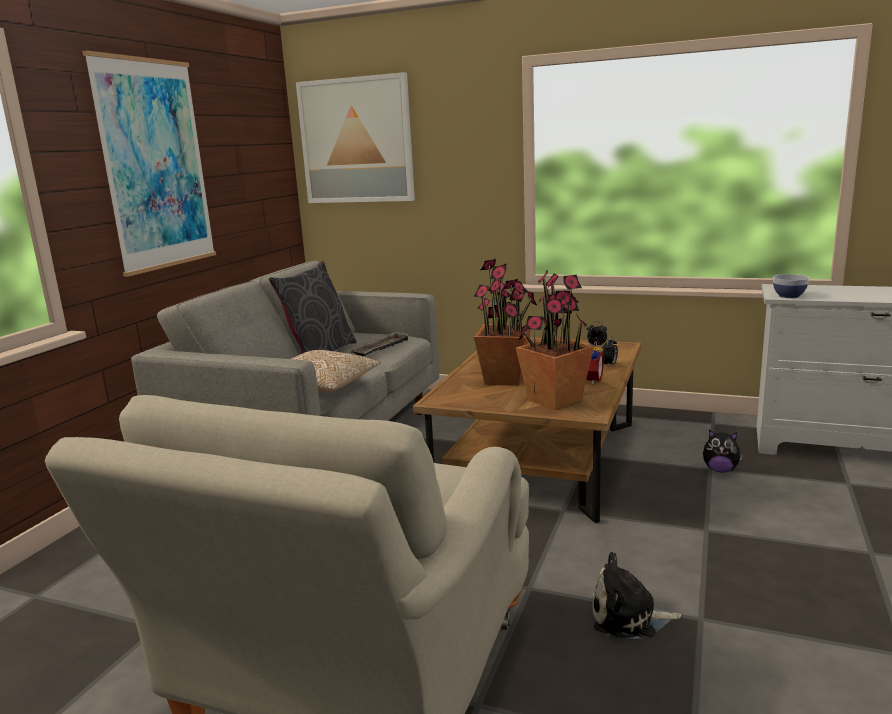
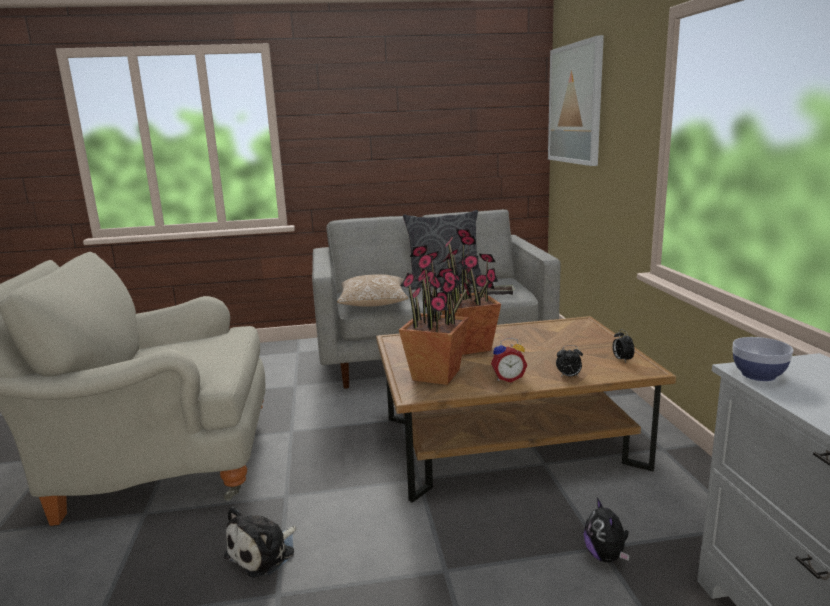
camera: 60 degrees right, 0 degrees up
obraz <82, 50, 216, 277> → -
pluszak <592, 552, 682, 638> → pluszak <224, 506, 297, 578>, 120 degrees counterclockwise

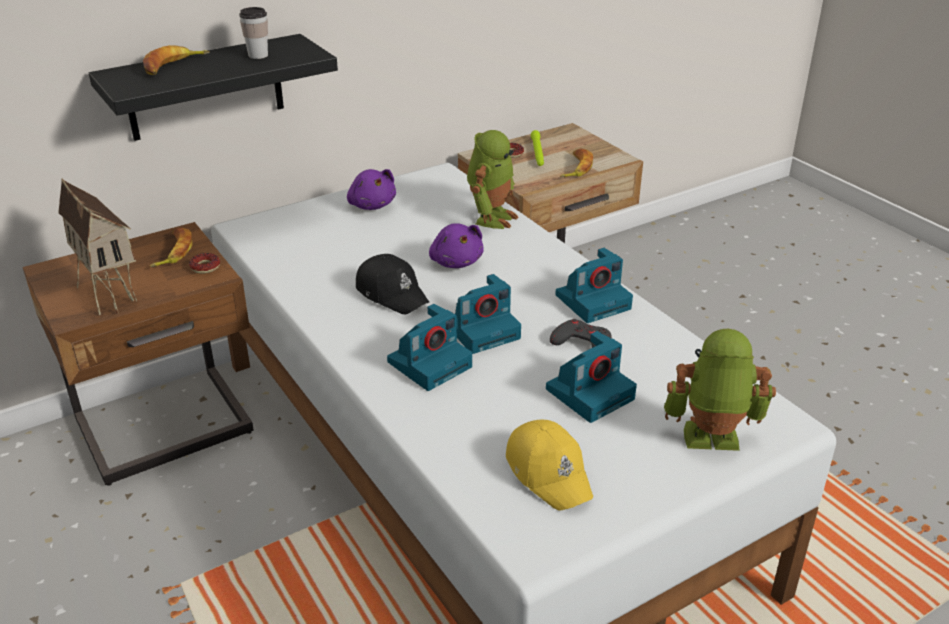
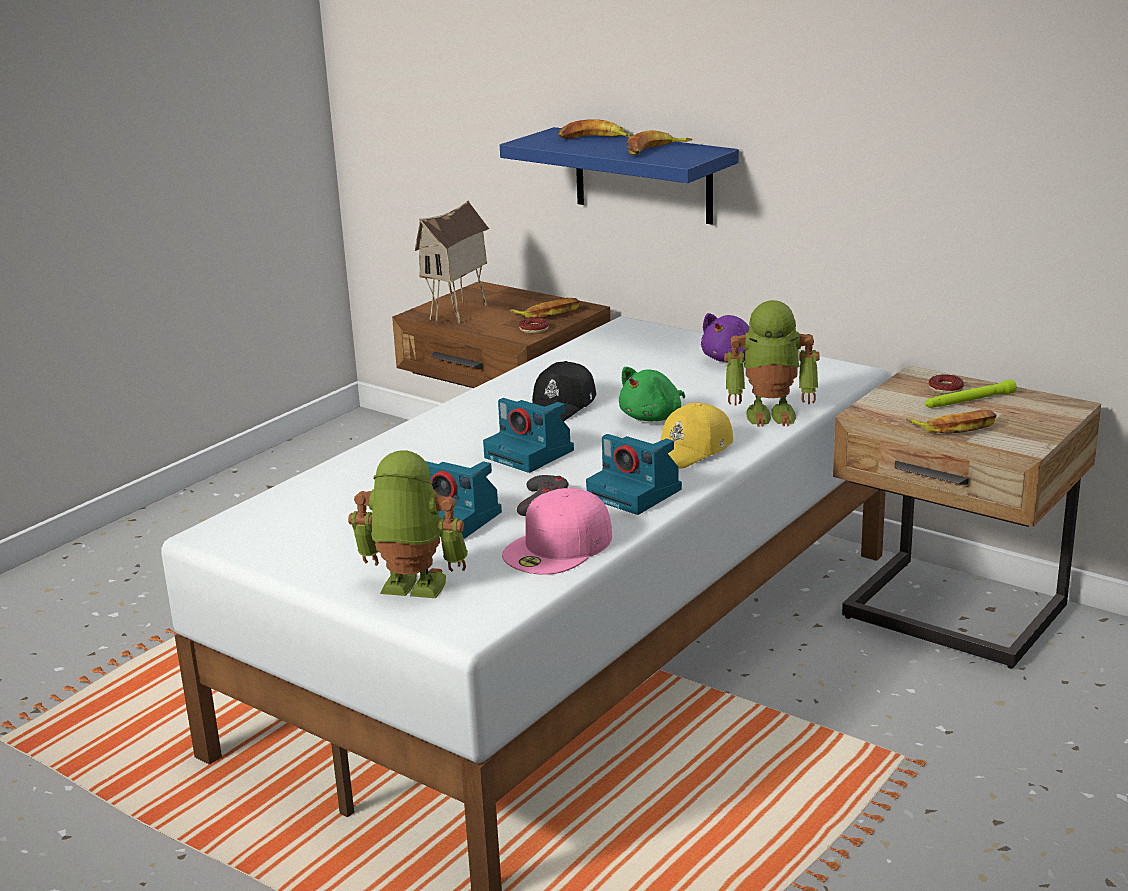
camera: 70 degrees right, 10 degrees down
filiżanka <239, 7, 268, 59> → banan <627, 130, 693, 155>
półka [czarny] <89, 34, 338, 141> → półka [niebieski] <500, 127, 739, 225>
pluszak [fioletowy] <429, 223, 484, 268> → pluszak [zielony] <619, 366, 685, 421>
aparat fotograficzny <387, 304, 472, 391> → -
robot zabawkowy <664, 329, 776, 451> → robot zabawkowy <348, 451, 468, 598>, 60 degrees counterclockwise
czapka z daszkiem [żółty] <506, 420, 593, 510> → czapka z daszkiem [żółty] <660, 403, 733, 469>, moved
- → czapka z daszkiem [różowy] <502, 488, 612, 575>

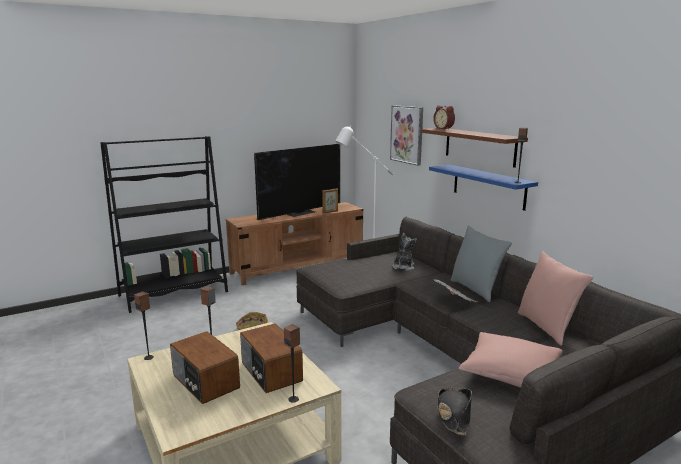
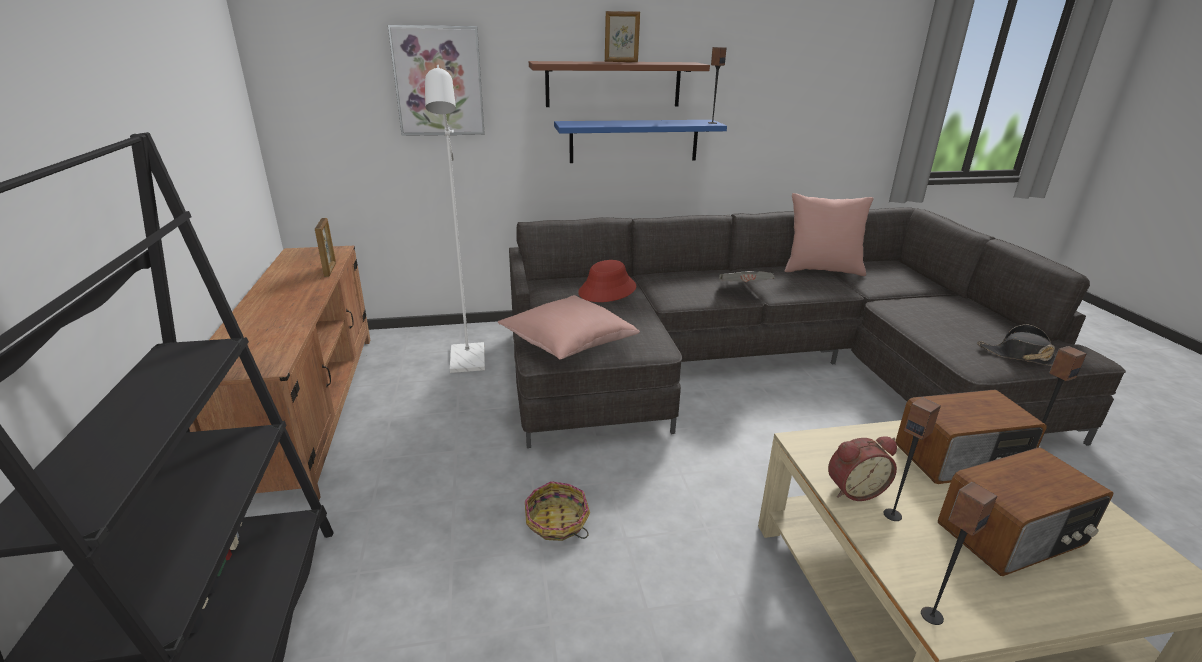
camera: 70 degrees left, 10 degrees up
budzik <433, 105, 455, 130> → budzik <828, 437, 897, 501>, moved
telewizor <254, 144, 340, 220> → -
poduszka [szary] <450, 225, 512, 302> → -
pluszak <393, 233, 417, 271> → kapelusz [czerwony] <578, 260, 636, 302>
poduszka [różowy] <459, 332, 563, 388> → poduszka [różowy] <498, 295, 640, 359>, moved
- → ramka na zdjęcie <605, 11, 640, 62>

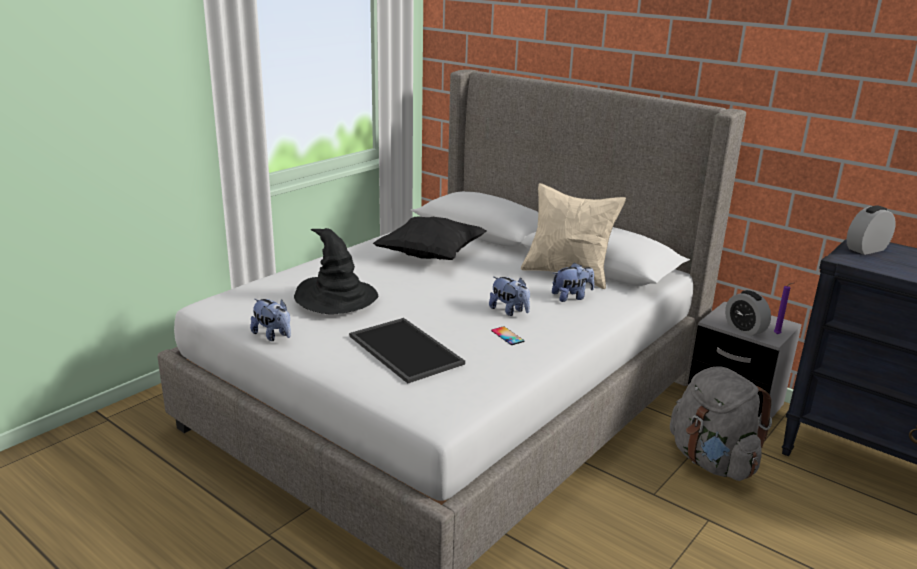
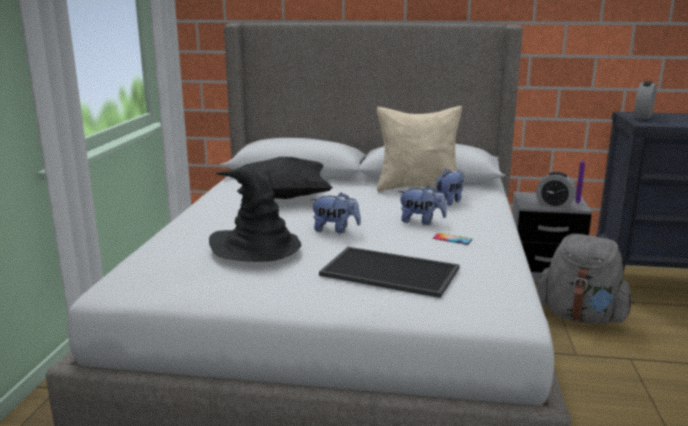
camera: 30 degrees left, 5 degrees down
pluszak <250, 299, 291, 341> → pluszak <310, 192, 361, 233>, moved

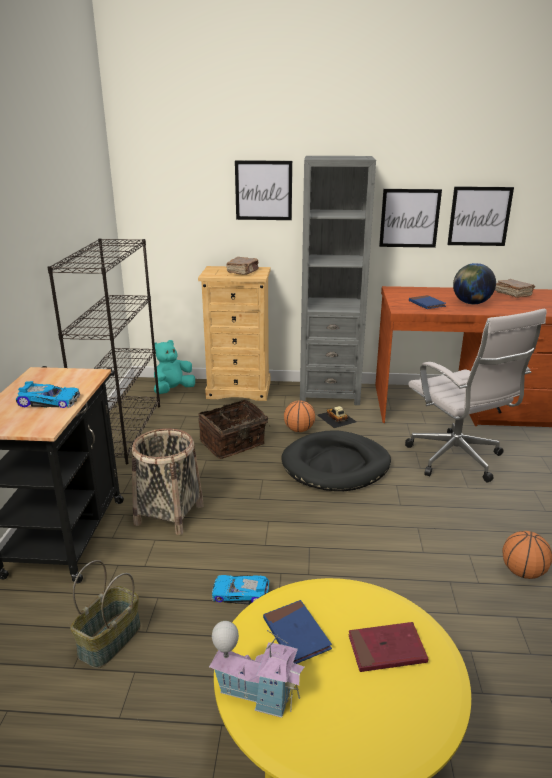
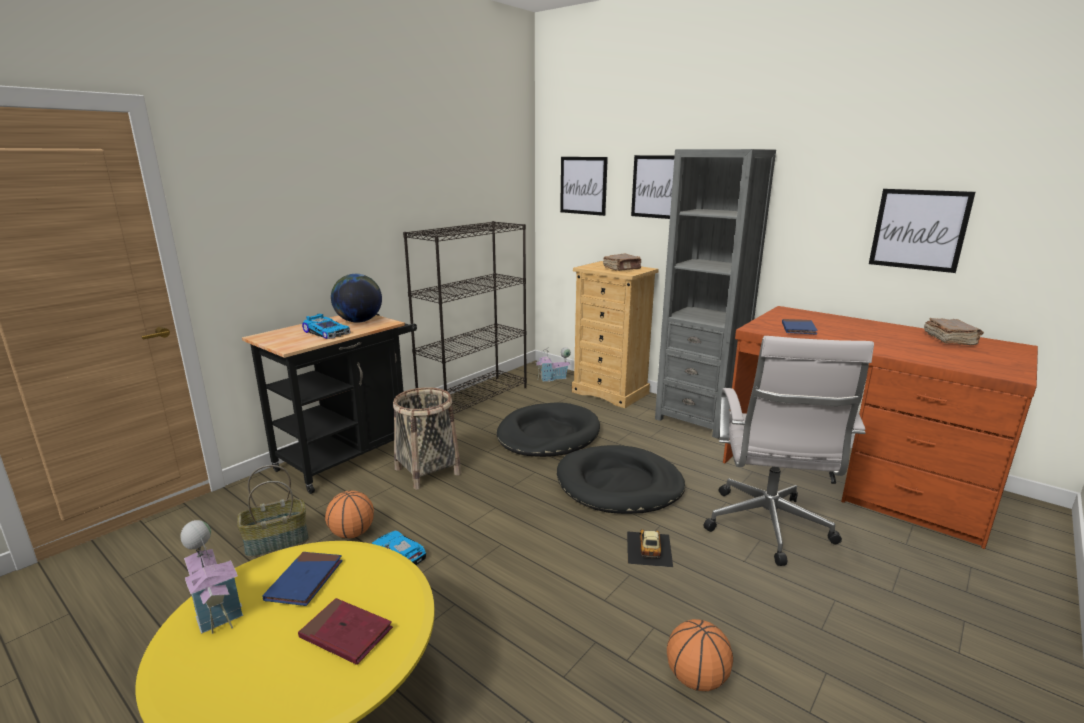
camera: 35 degrees right, 5 degrees down
obraz <379, 189, 442, 248> → obraz <560, 157, 608, 216>, moved
globus <453, 263, 496, 305> → globus <331, 274, 382, 323>, moved
pluszak [turkusowy] <154, 340, 195, 394> → domek <536, 346, 571, 382>
koszyk <198, 399, 271, 459> → legowisko [czarny] <497, 402, 600, 457>
piłka do koszykówki <284, 400, 315, 432> → piłka do koszykówki <325, 490, 374, 539>, moved
samochodzik <317, 406, 356, 428> → samochodzik <627, 529, 673, 567>, moved

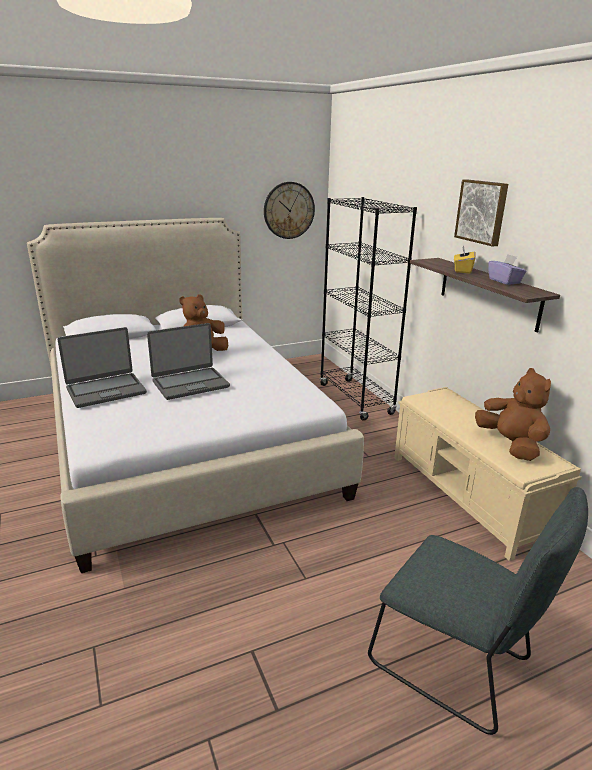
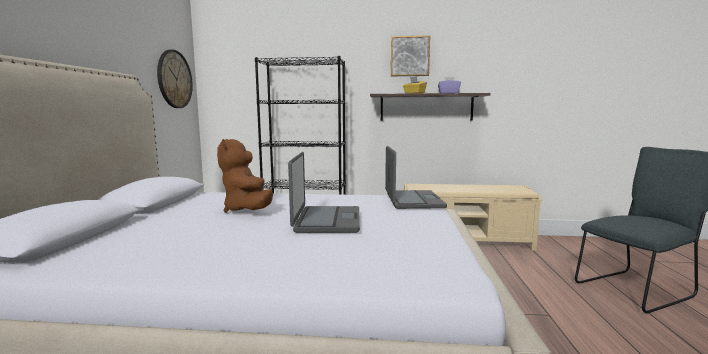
camera: 60 degrees left, 15 degrees down
laptop <58, 327, 147, 408> → laptop <385, 146, 447, 209>, moved
pluszak [brązowy] <475, 368, 551, 461> → -

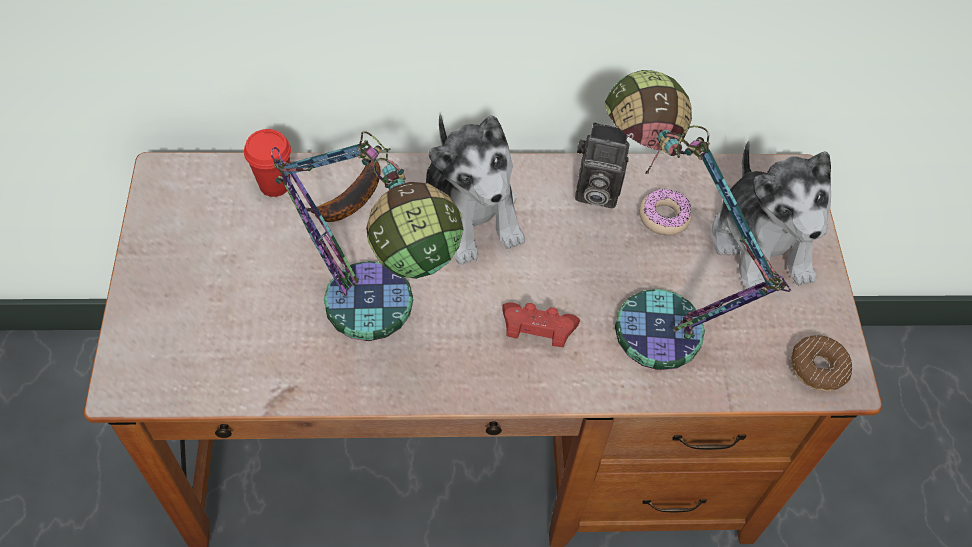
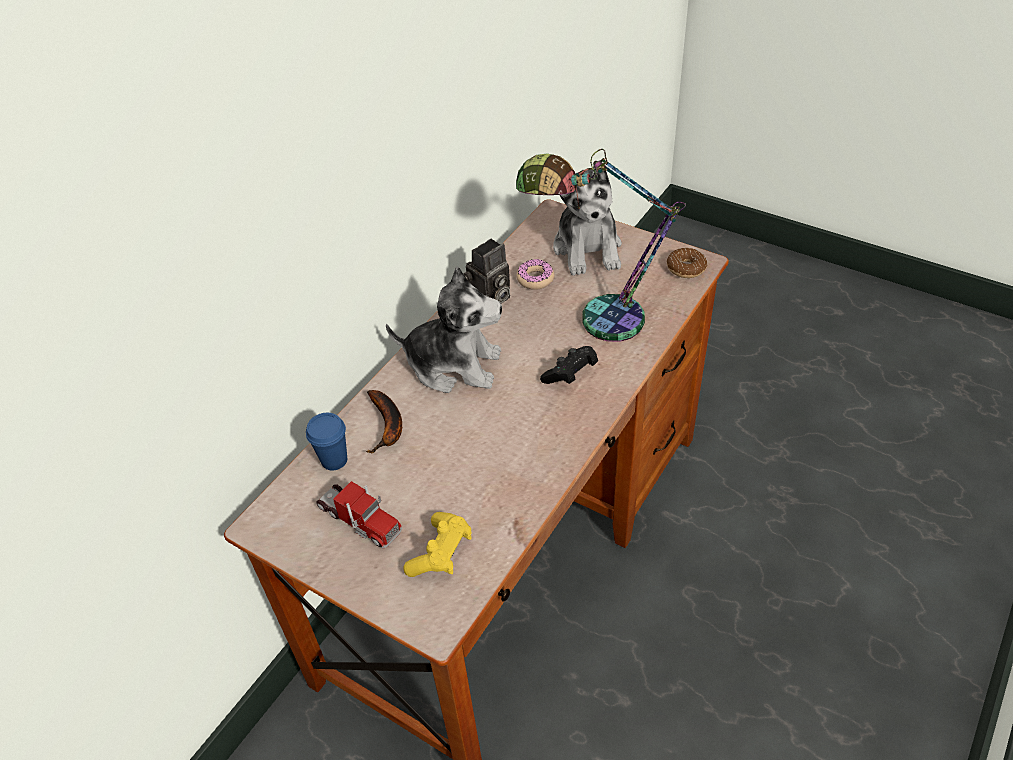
camera: 50 degrees left, 10 degrees down
filiżanka [czerwony] <244, 129, 291, 197> → filiżanka [niebieski] <306, 413, 347, 470>
lampa stołowa <271, 131, 463, 341> → -
pluszak <712, 141, 831, 292> → pluszak <553, 160, 622, 276>, 60 degrees clockwise
pad do gier [czerwony] <502, 302, 580, 347> → pad do gier [czarny] <540, 346, 598, 384>
- → ciężarówka zabawkowa <316, 481, 402, 549>
- → pad do gier [żółty] <403, 512, 471, 577>

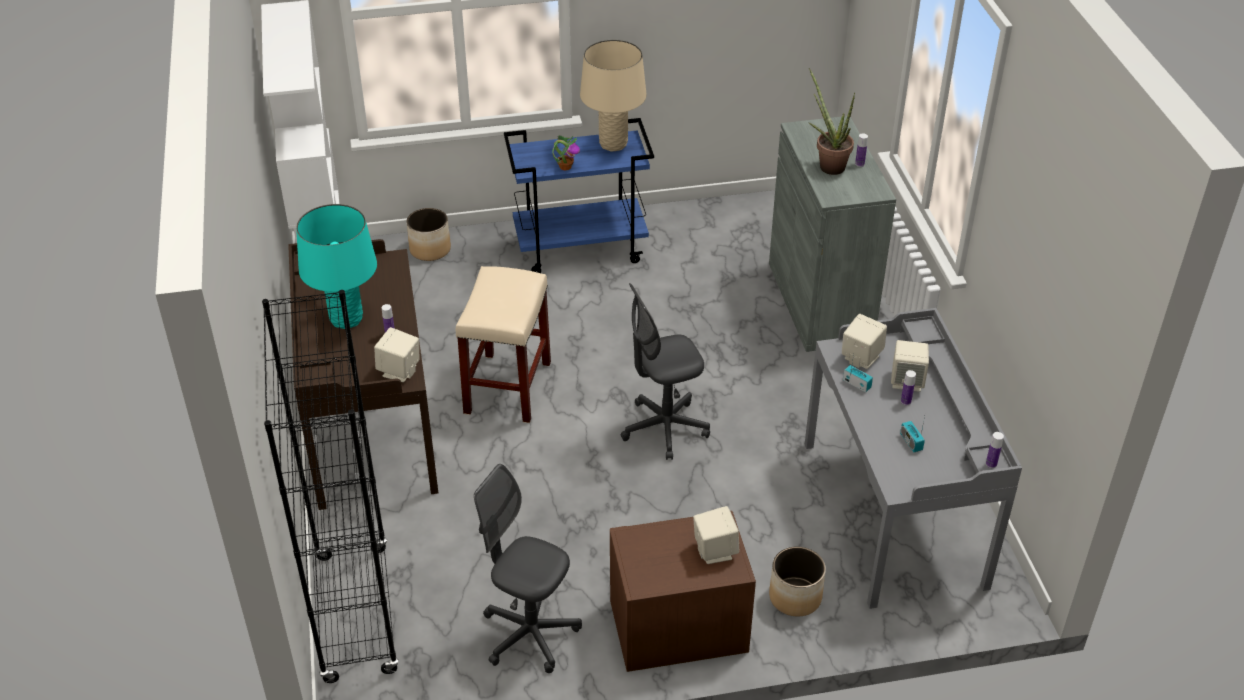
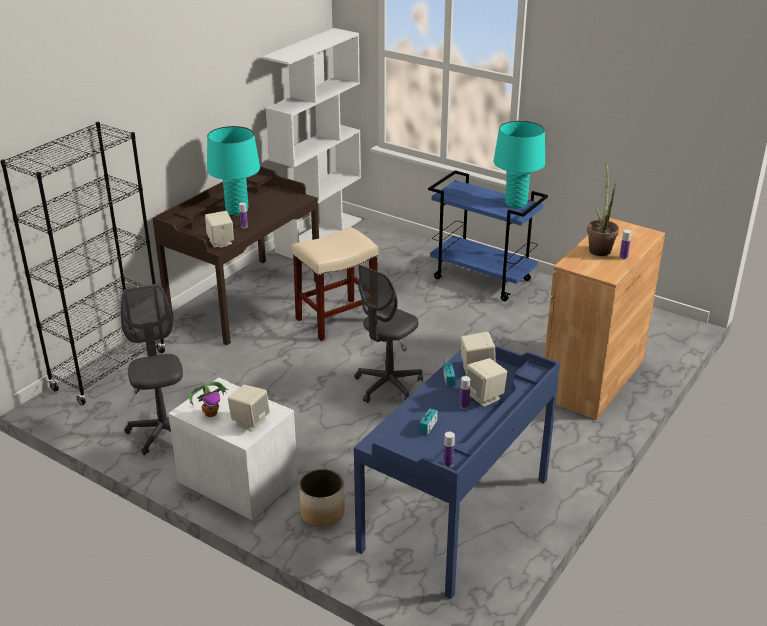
camera: 45 degrees right, 10 degrees down
lampa stołowa [beżowy] <580, 40, 647, 151> → lampa stołowa [turkusowy] <494, 121, 545, 208>
szafka [szary] <769, 116, 896, 352> → szafka [brązowy] <544, 218, 665, 420>
roślina doniczkowa <552, 135, 580, 170> → roślina doniczkowa <189, 381, 228, 417>, moved
donica <406, 208, 451, 261> → -
krzesło biurowe [szary] <621, 283, 710, 460> → krzesło biurowe [szary] <354, 265, 423, 403>, 75 degrees counterclockwise
biurko [szary] <805, 308, 1022, 609> → biurko [niebieski] <354, 345, 560, 599>
szafka nocna [brązowy] <610, 511, 756, 672> → szafka nocna [biały] <168, 378, 298, 520>

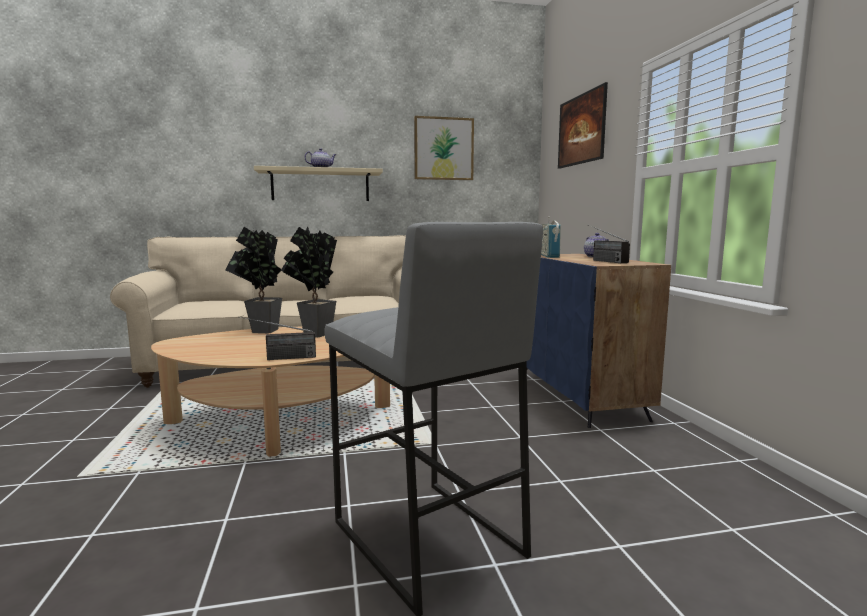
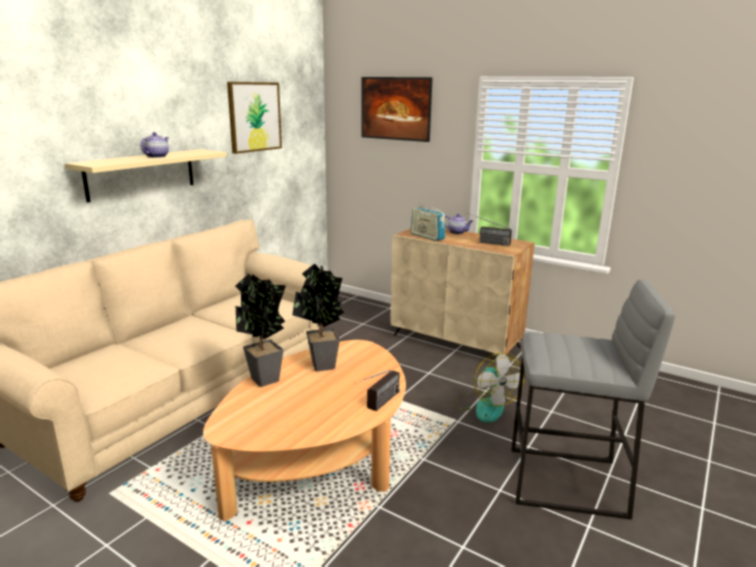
camera: 45 degrees left, 10 degrees up
szafka [niebieski] <526, 254, 671, 428> → szafka [beżowy] <391, 228, 535, 355>
- → wentylator <452, 352, 525, 423>

